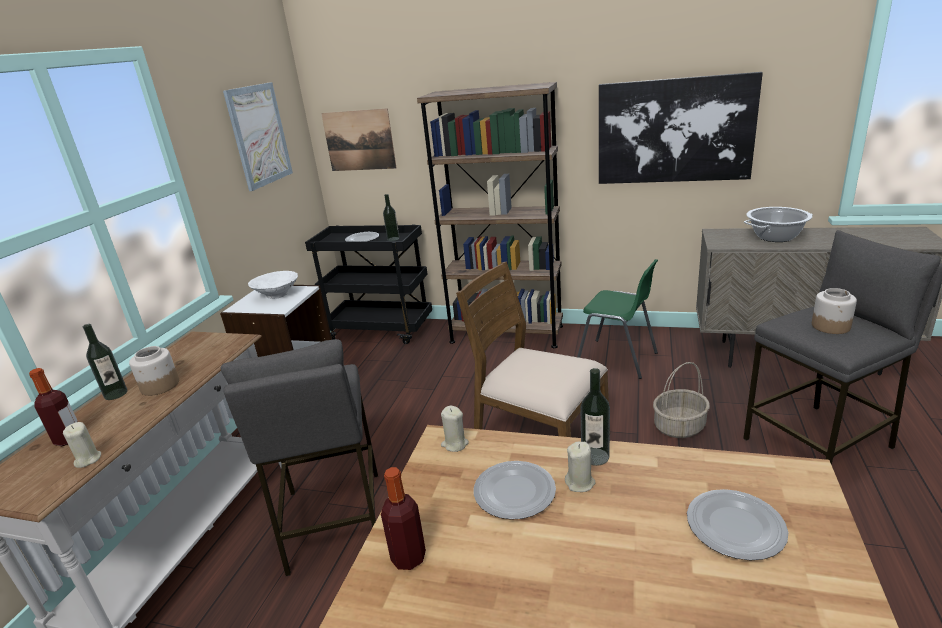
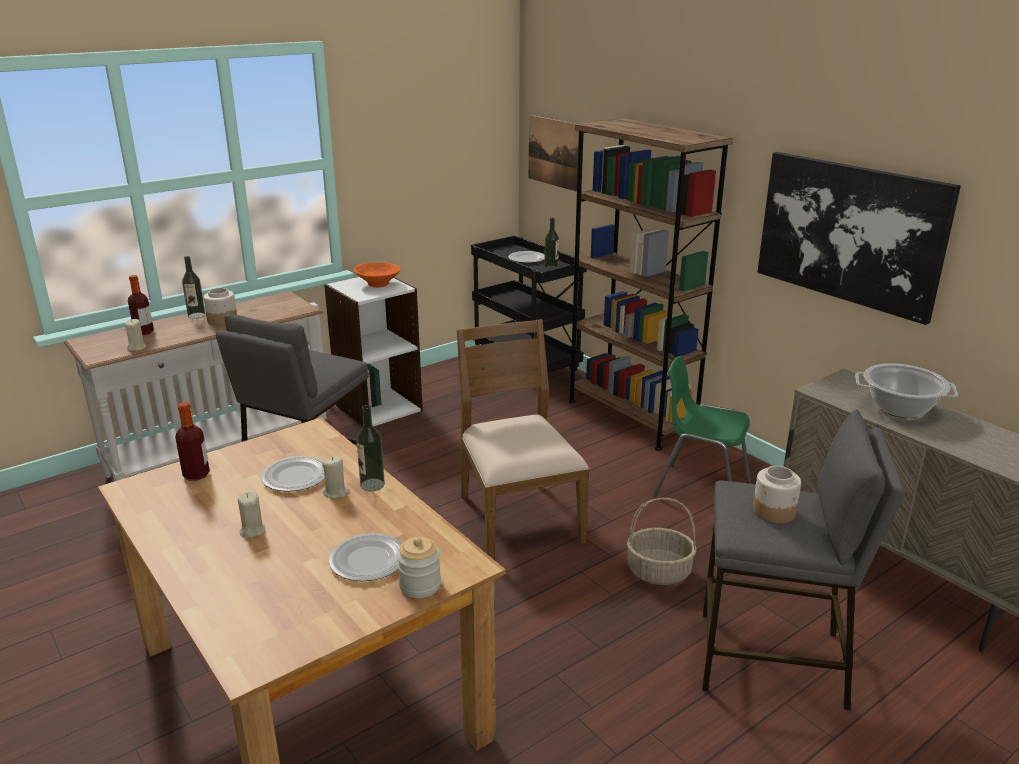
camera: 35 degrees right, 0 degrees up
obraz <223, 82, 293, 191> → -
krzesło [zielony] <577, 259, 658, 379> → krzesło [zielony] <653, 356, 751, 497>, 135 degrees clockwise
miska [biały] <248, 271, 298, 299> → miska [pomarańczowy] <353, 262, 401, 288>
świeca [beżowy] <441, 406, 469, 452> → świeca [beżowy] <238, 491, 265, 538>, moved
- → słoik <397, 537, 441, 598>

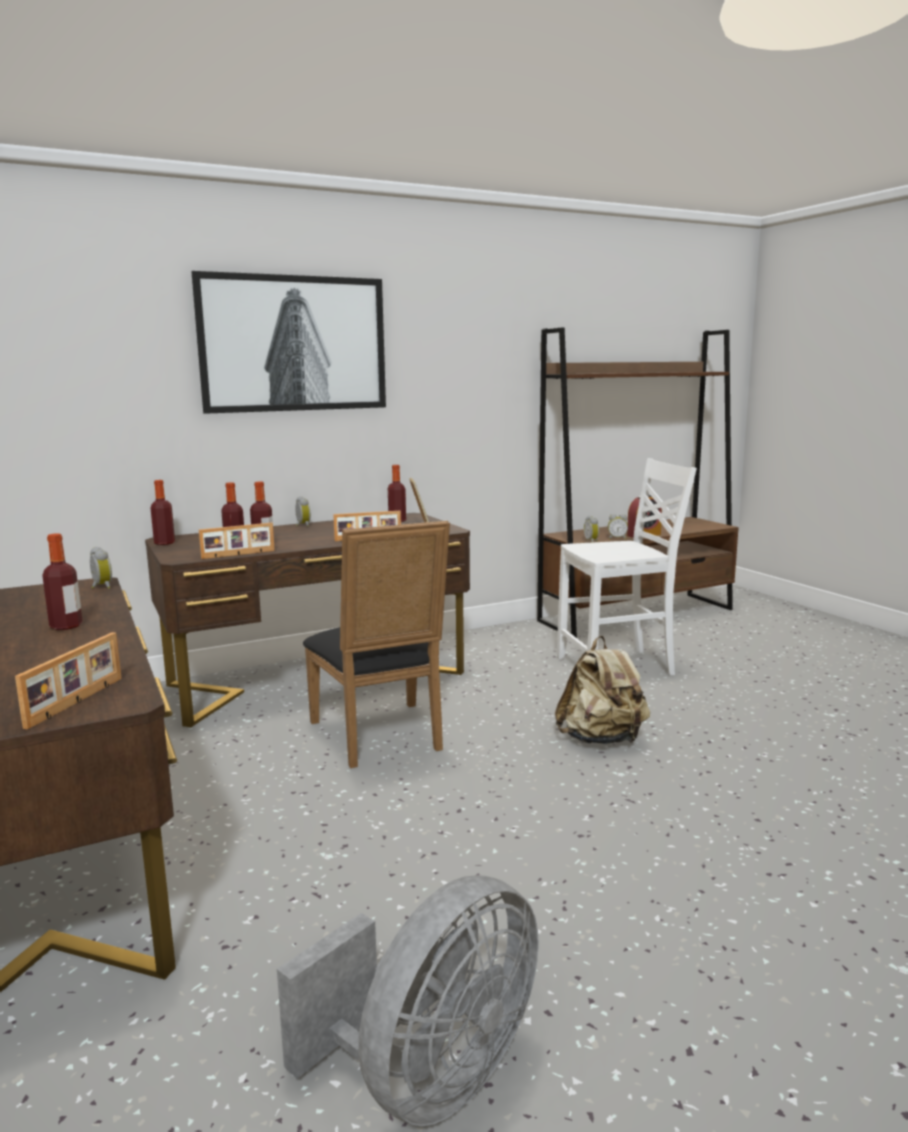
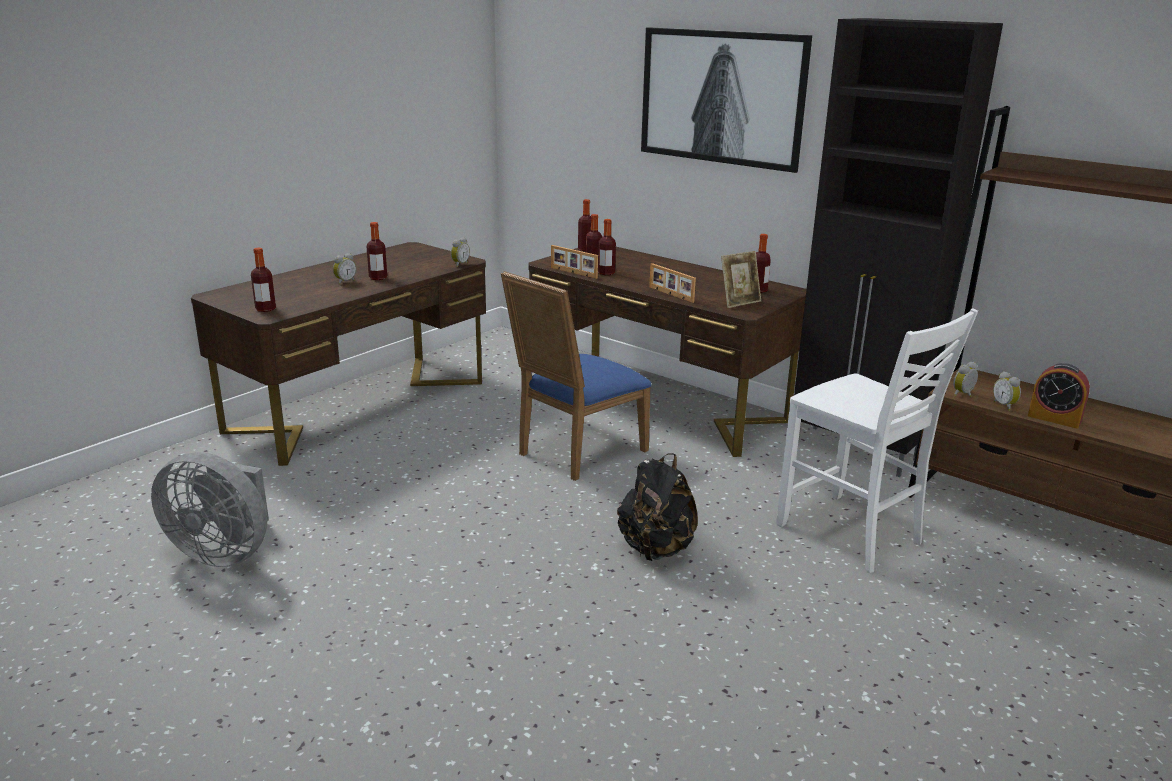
camera: 65 degrees right, 10 degrees up
budzik <295, 496, 311, 527> → budzik <333, 253, 356, 285>, moved
krzesło [czarny] <303, 521, 450, 768> → krzesło [niebieski] <501, 271, 652, 481>
ramka na zdjęcie <15, 632, 122, 729> → butelka <251, 248, 276, 312>
plecak [beżowy] <555, 636, 650, 744> → plecak [czarny] <617, 453, 698, 561>
- → szafka [czarny] <794, 18, 1003, 477>

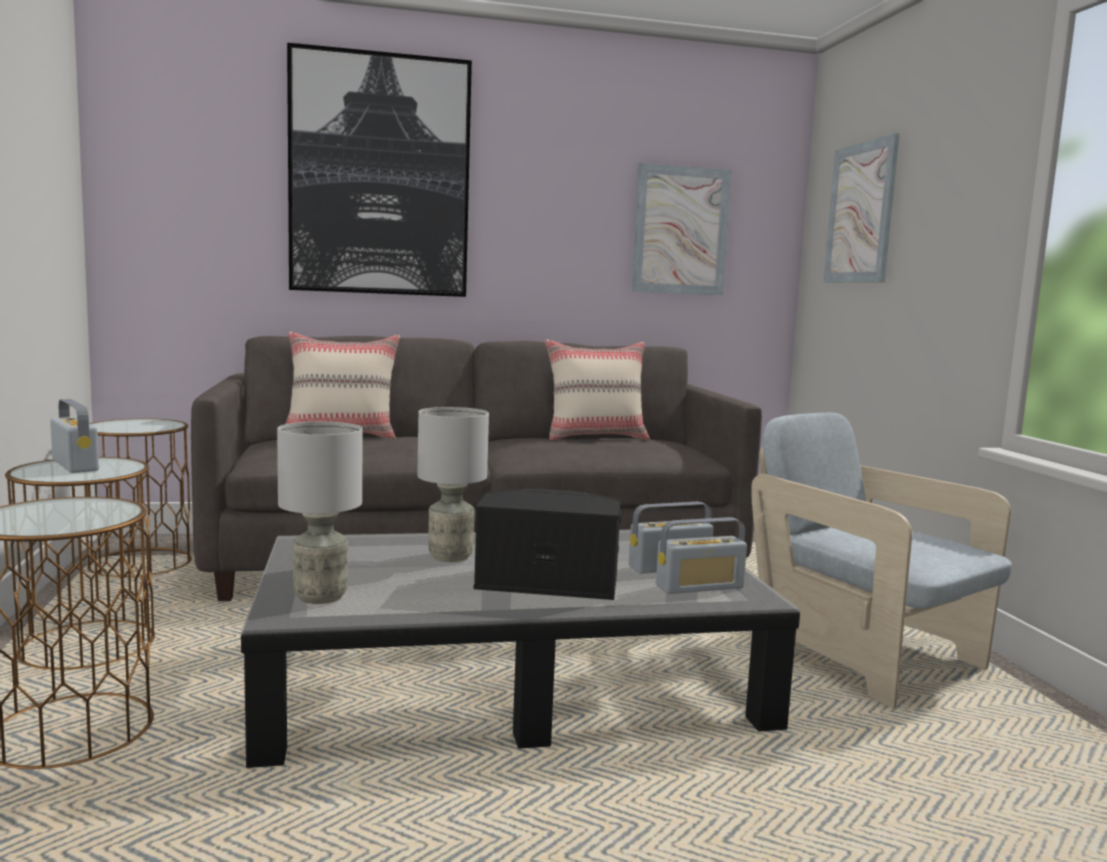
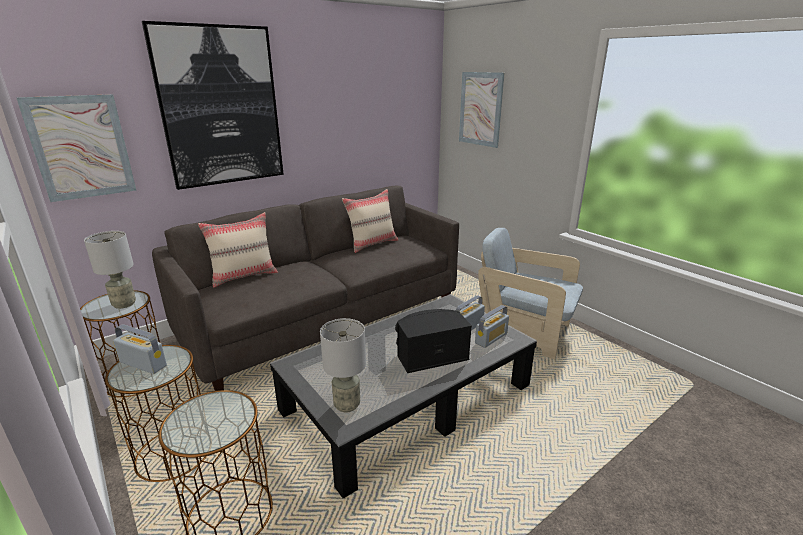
camera: 25 degrees left, 15 degrees up
obraz <631, 163, 732, 295> → obraz <16, 94, 136, 202>, moved
lampa stołowa [szary] <417, 407, 489, 562> → lampa stołowa [szary] <84, 231, 136, 309>, moved

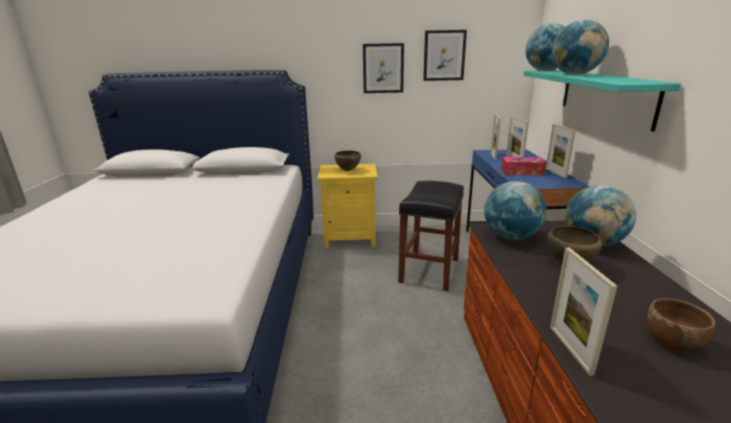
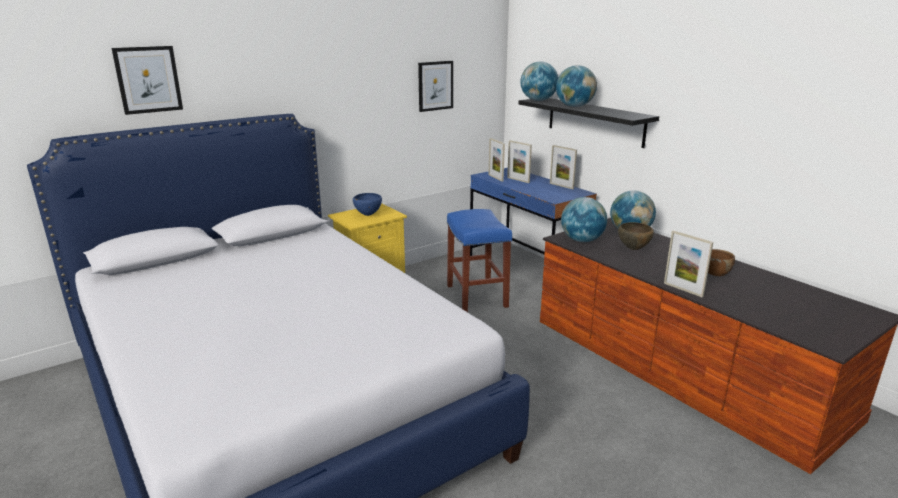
camera: 35 degrees left, 0 degrees up
obraz <363, 43, 404, 93> → obraz <111, 46, 183, 115>, moved
półka [turkusowy] <523, 70, 681, 132> → półka [czarny] <518, 98, 659, 148>
miska [brązowy] <334, 151, 361, 171> → miska [niebieski] <353, 193, 382, 216>
pudełko chusteczek <501, 157, 546, 175> → -
stołek [czarny] <398, 181, 464, 291> → stołek [niebieski] <447, 209, 512, 312>

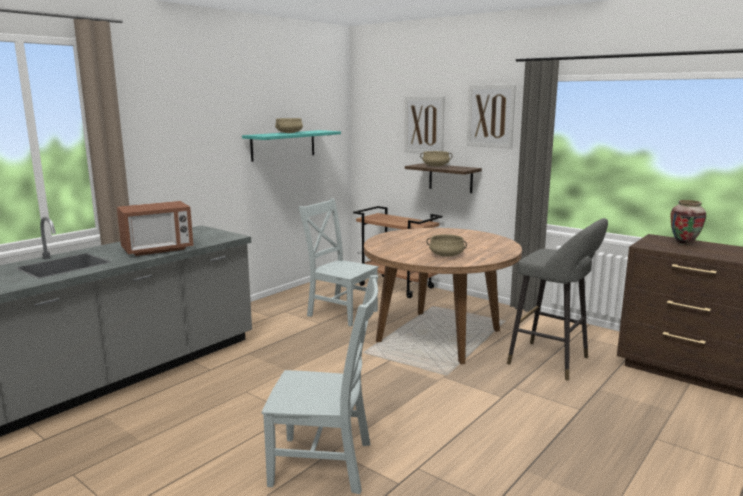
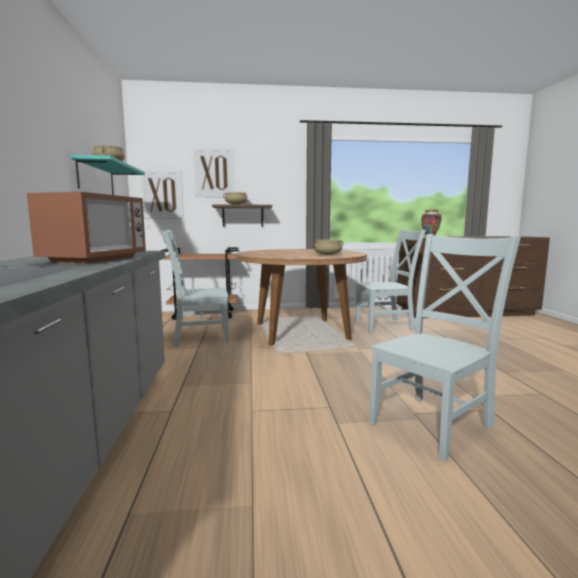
camera: 45 degrees left, 5 degrees down
obraz <467, 85, 516, 148> → obraz <141, 170, 184, 219>, moved
stołek [szary] <507, 218, 608, 381> → krzesło [szary] <355, 229, 426, 332>

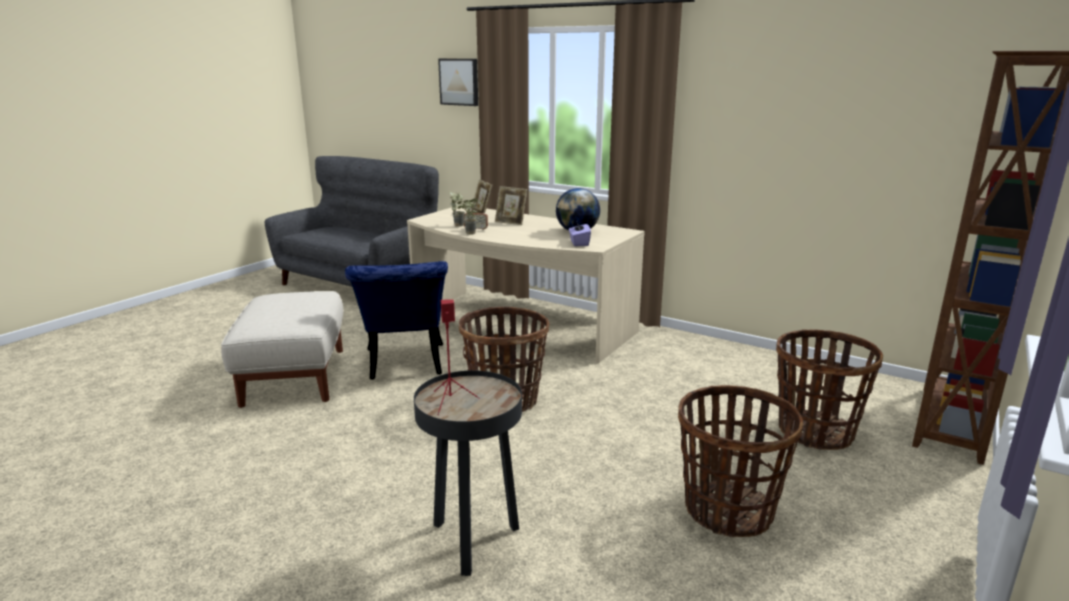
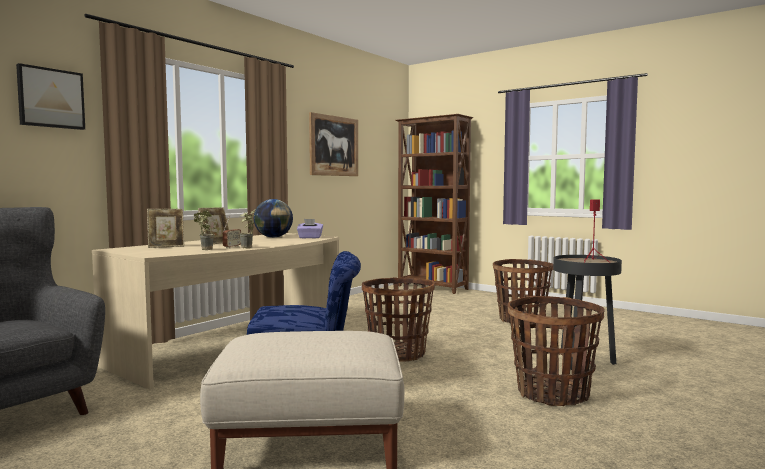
camera: 85 degrees left, 15 degrees down
koszyk <776, 329, 883, 450> → koszyk <507, 296, 605, 406>, moved
- → obraz <309, 112, 358, 176>

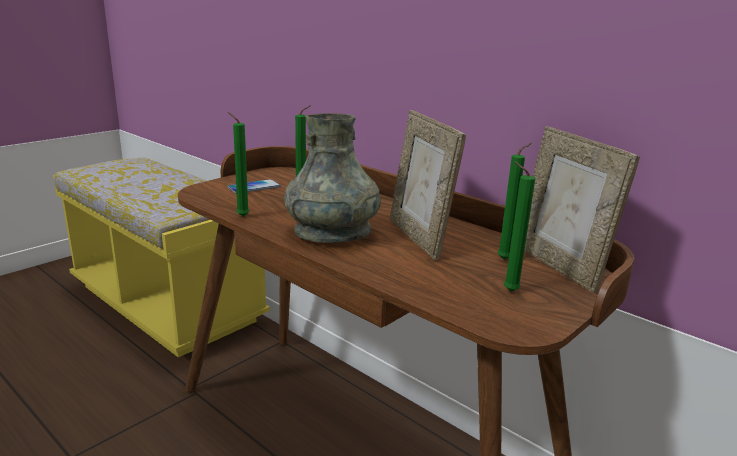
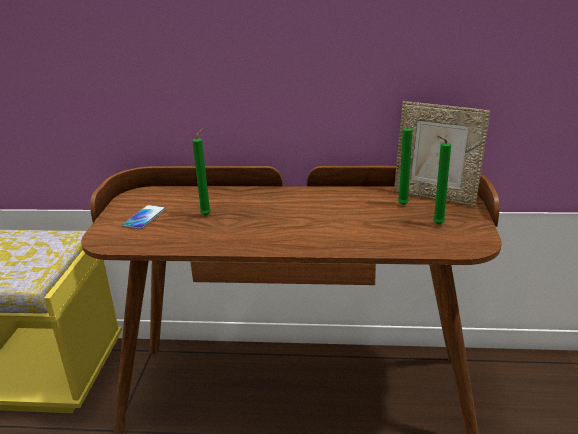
camera: 35 degrees left, 5 degrees up
ramka na zdjęcie <390, 110, 466, 260> → -
świeca [zielony] <228, 112, 249, 217> → -
wazon [szary] <284, 113, 381, 243> → -

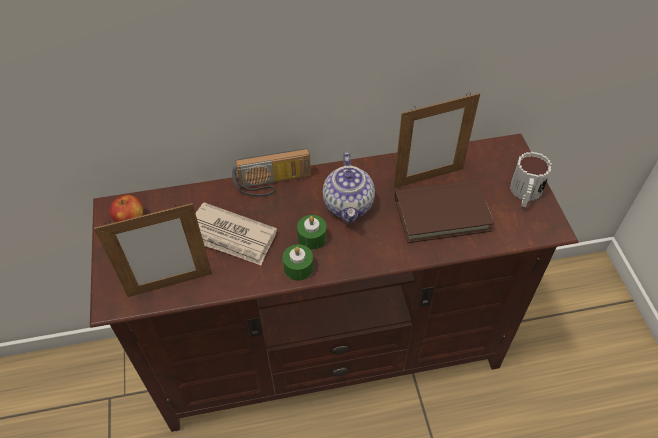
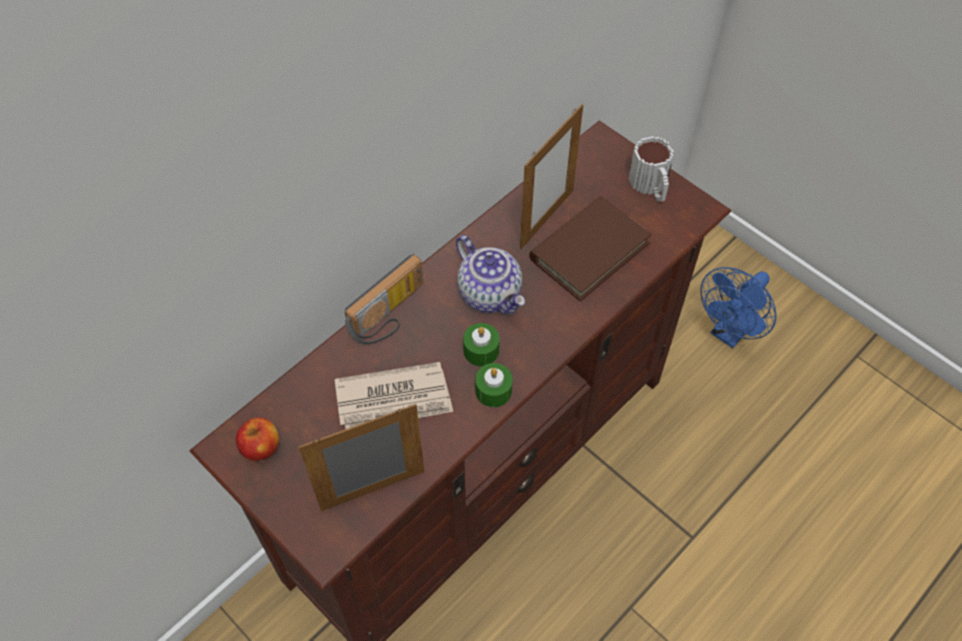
camera: 35 degrees left, 5 degrees up
ramka na zdjęcie <94, 203, 212, 297> → ramka na zdjęcie <298, 404, 424, 511>, 150 degrees counterclockwise
- → wentylator [niebieski] <700, 267, 777, 348>

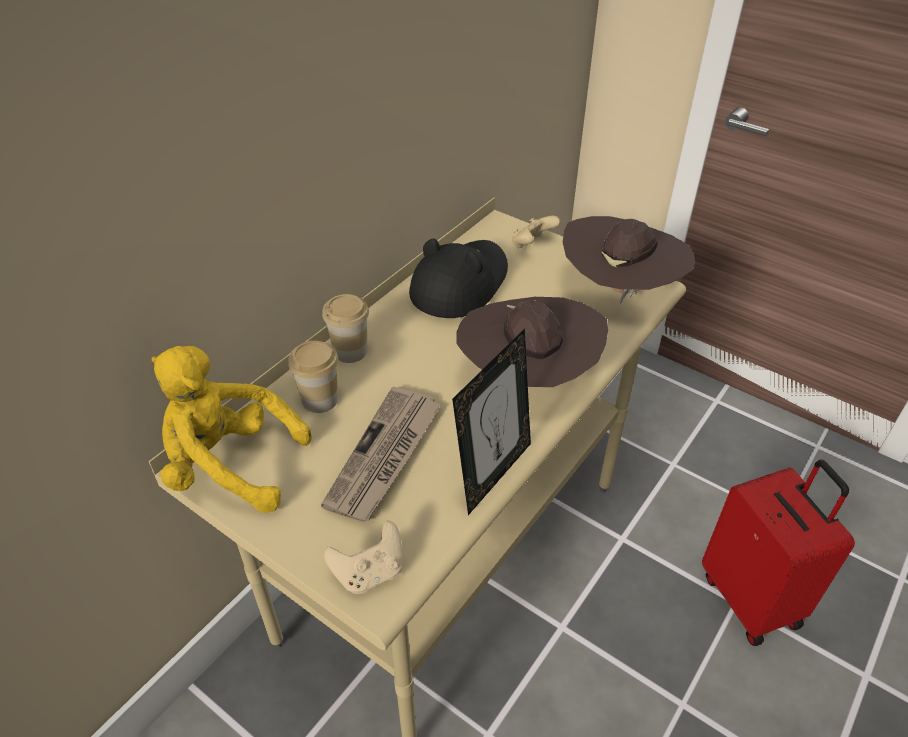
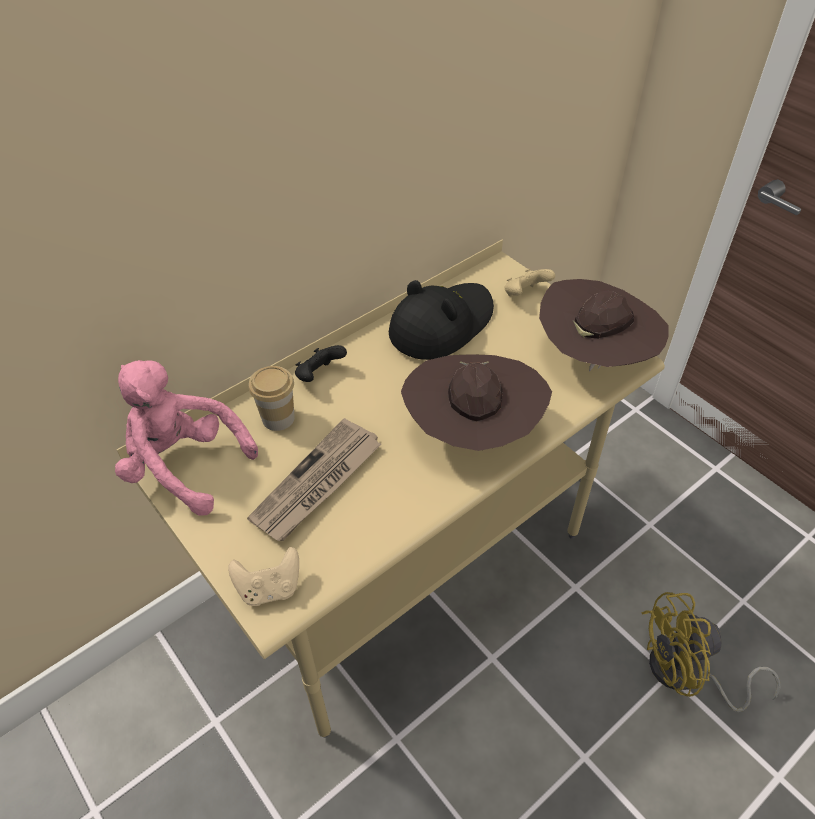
camera: 15 degrees right, 5 degrees up
filiżanka <322, 294, 369, 363> → pad do gier [czarny] <295, 345, 347, 382>
ramka na zdjęcie <452, 328, 531, 515> → -
pluszak [żółty] <152, 346, 312, 513> → pluszak [różowy] <115, 360, 258, 516>
walizka [czerwony] <702, 460, 855, 646> → wentylator [żółty] <642, 592, 781, 712>

